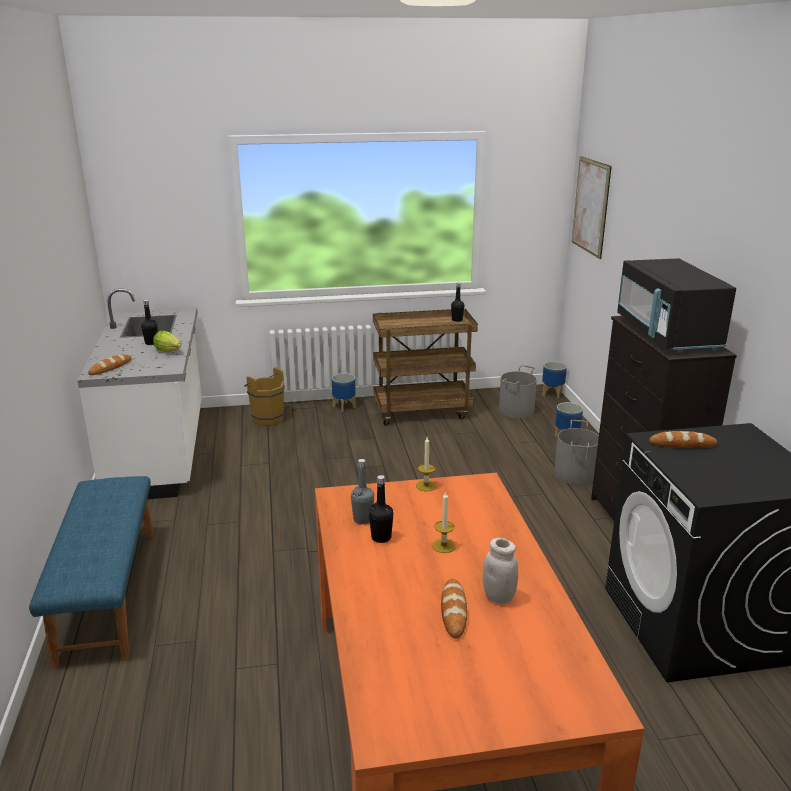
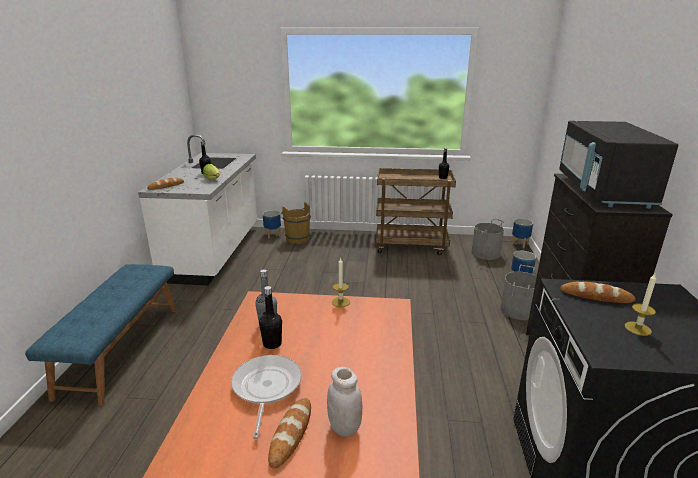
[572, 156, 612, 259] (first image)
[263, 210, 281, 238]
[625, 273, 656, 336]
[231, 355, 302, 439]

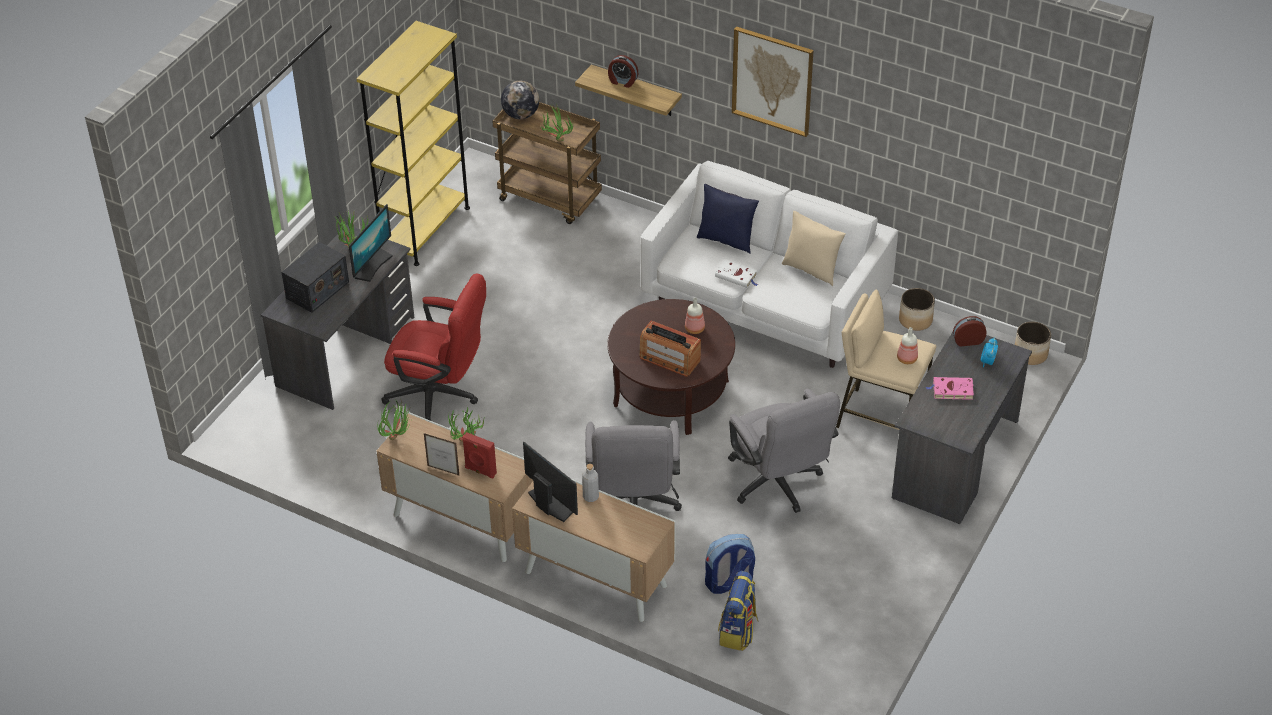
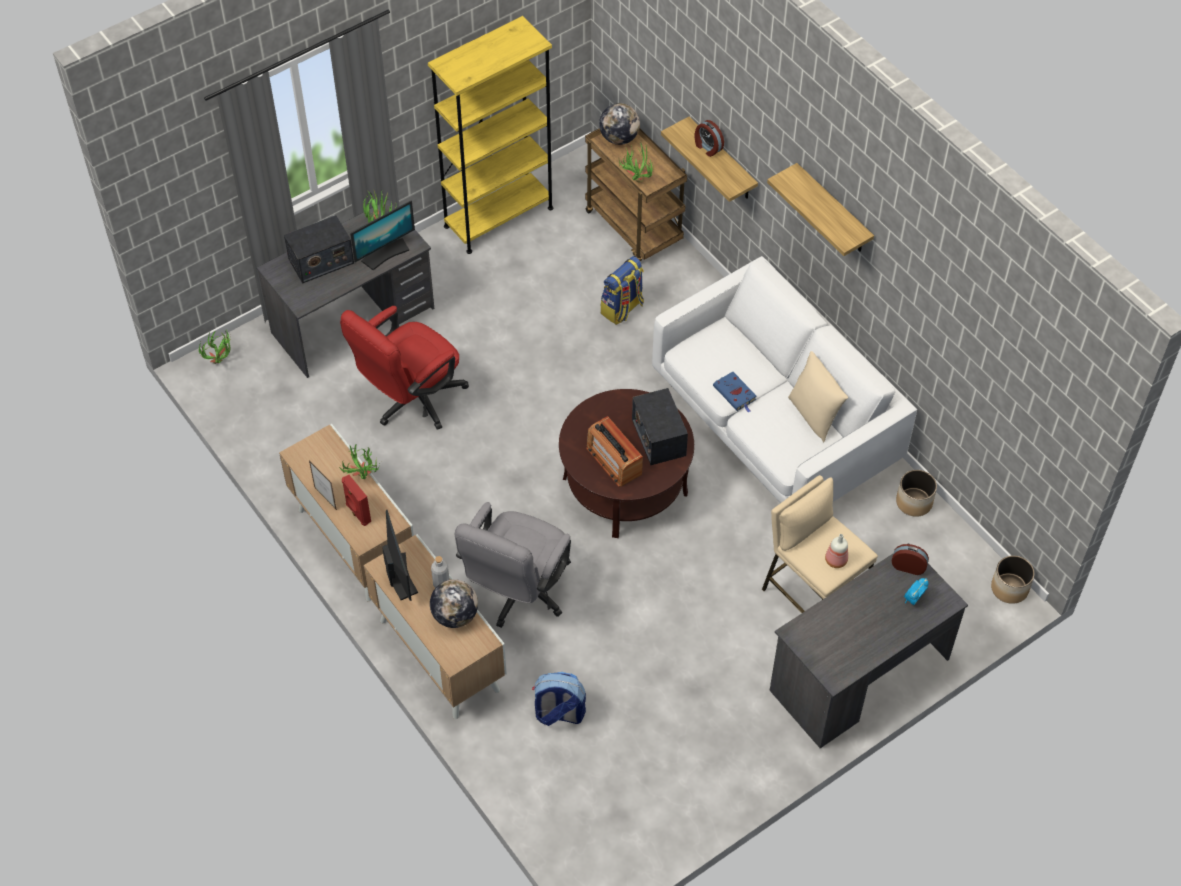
[767, 163, 874, 256]
[697, 184, 759, 254] (first image)
[713, 372, 756, 413]
[340, 306, 469, 430]
[632, 388, 688, 465]
[926, 377, 974, 400] (first image)
[728, 389, 840, 513] (first image)
[199, 329, 232, 364]
[601, 256, 644, 325]
[430, 579, 478, 628]

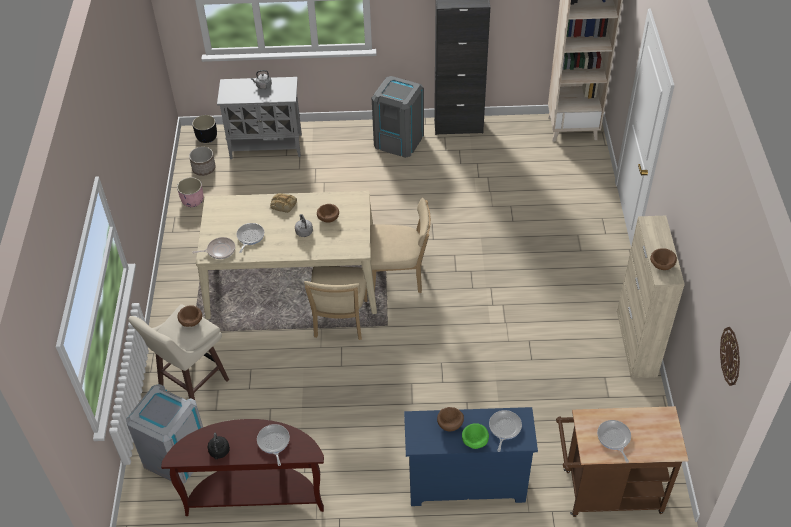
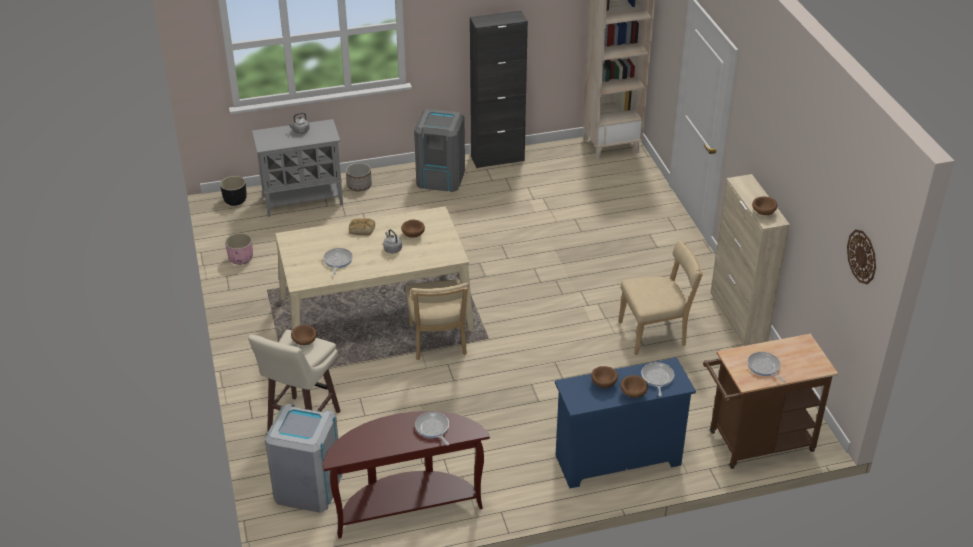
[346, 163, 372, 191]
[618, 240, 703, 355]
[192, 237, 235, 259] (first image)
[621, 375, 648, 398]
[208, 433, 230, 459] (first image)

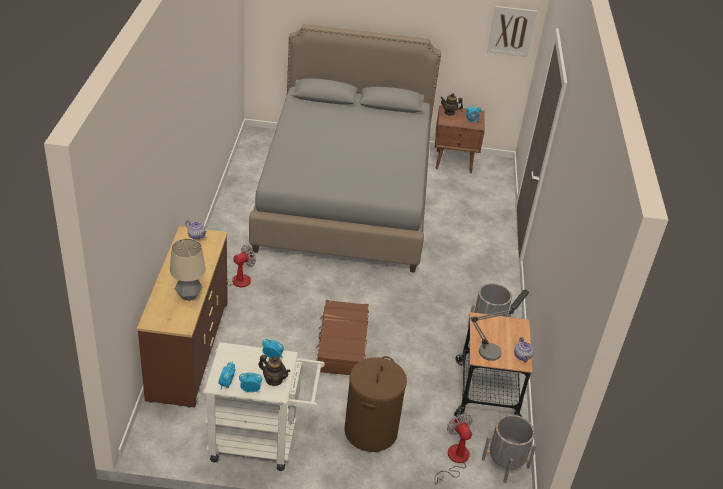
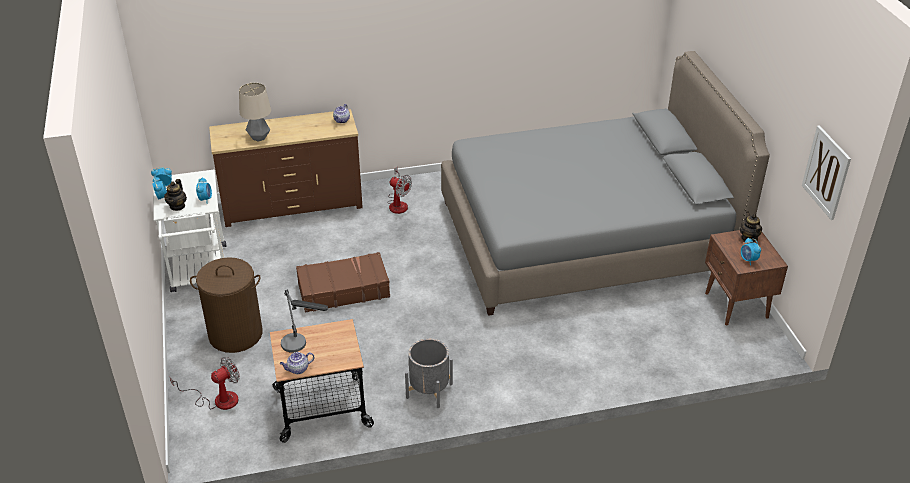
[482, 415, 537, 483] (first image)

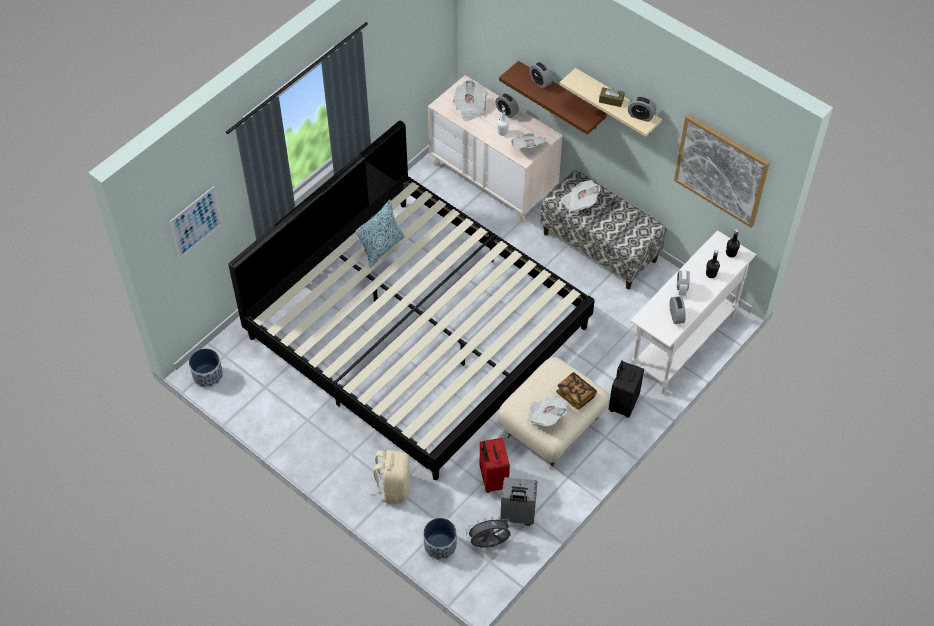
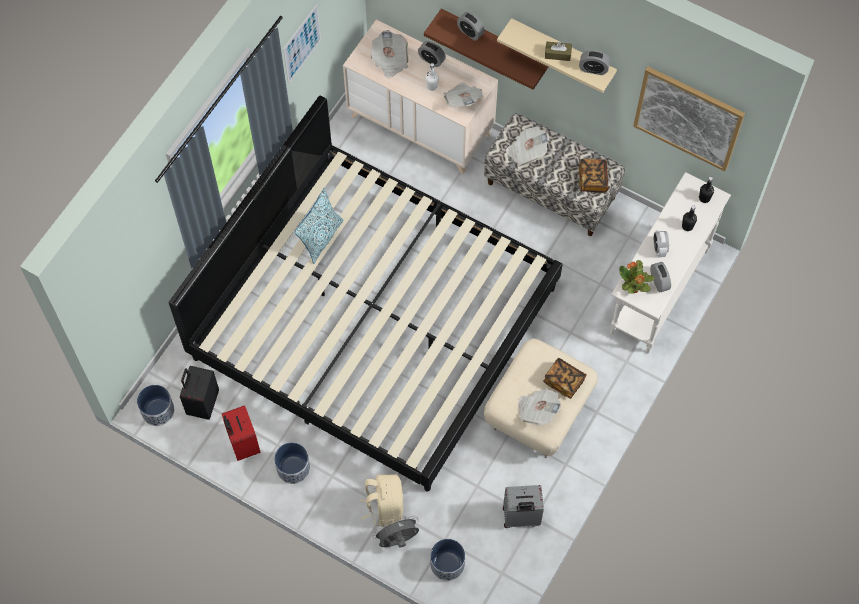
[283, 4, 321, 84]
[180, 366, 219, 420]
[222, 405, 261, 461]
[372, 516, 419, 548]
[579, 159, 609, 193]
[619, 260, 655, 294]
[274, 442, 310, 484]

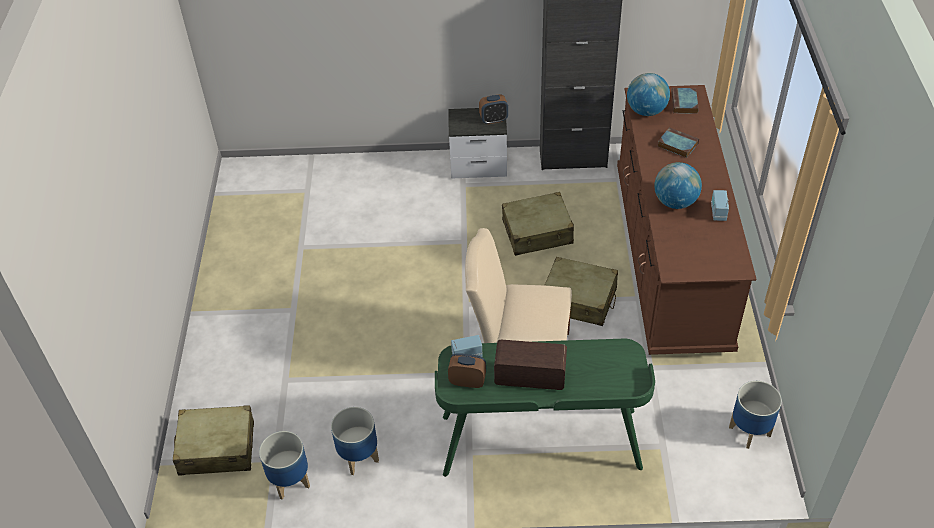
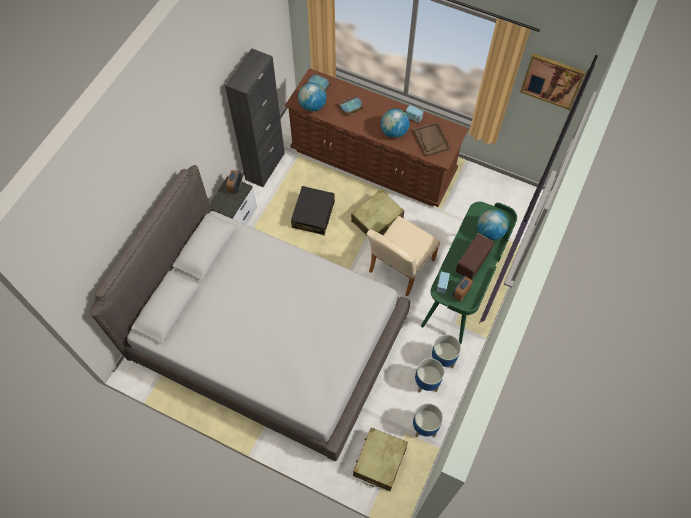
[291, 186, 335, 235]
[432, 335, 461, 369]
[520, 53, 586, 110]
[413, 122, 450, 157]
[90, 165, 410, 461]
[477, 210, 508, 240]

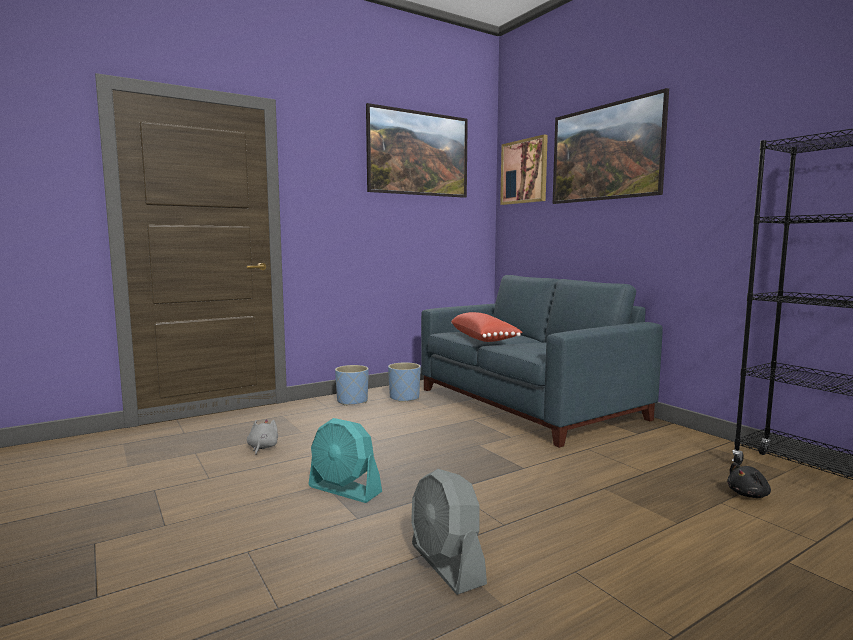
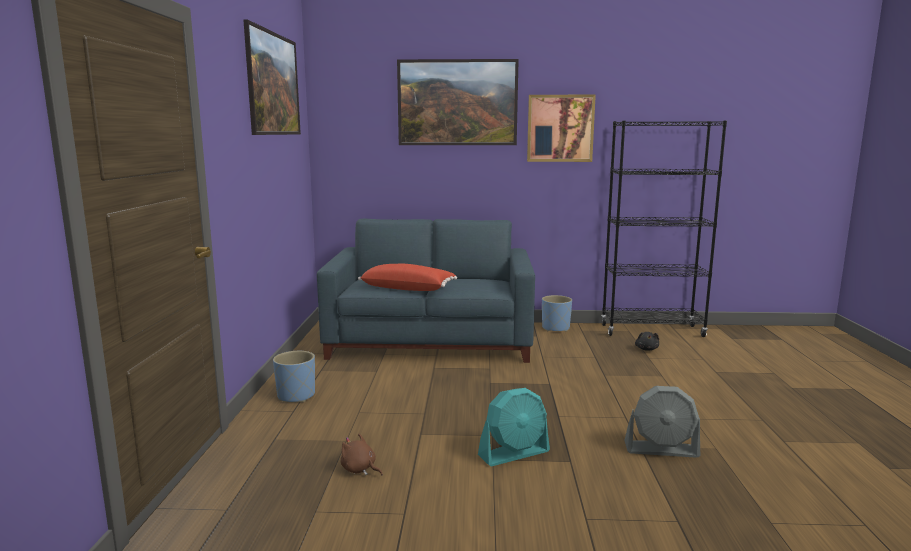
[527, 95, 596, 162]
[542, 295, 572, 332]
[341, 434, 383, 476]

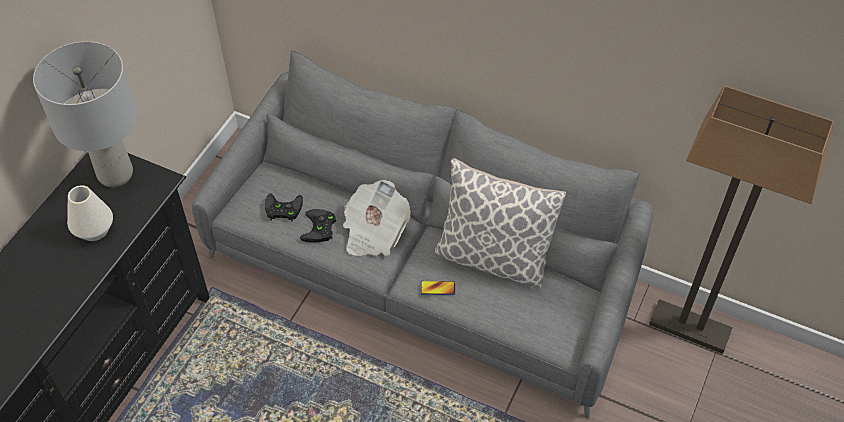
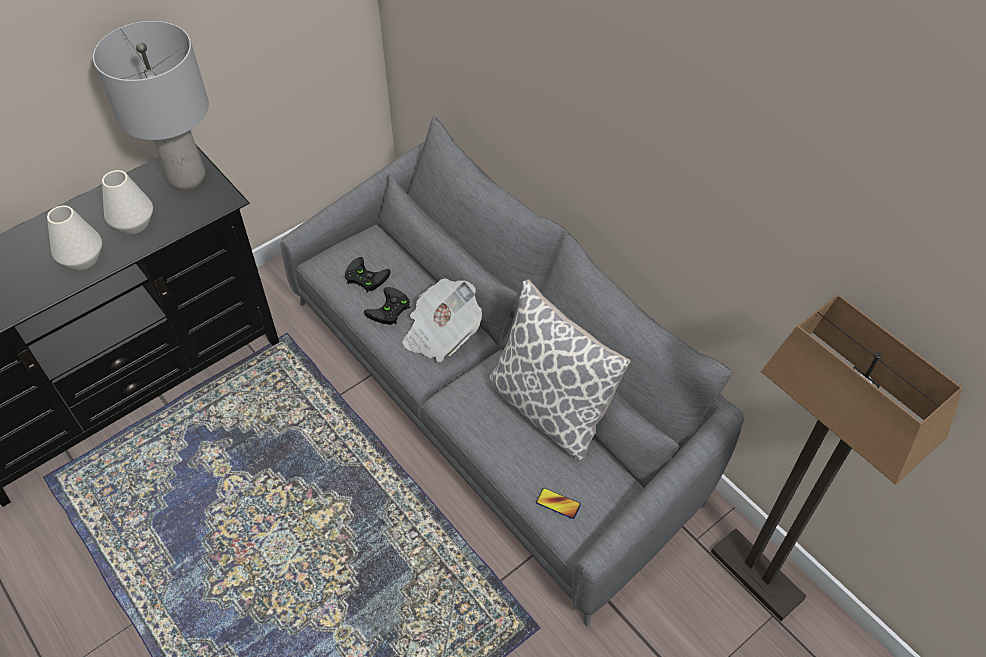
[536, 488, 581, 519]
[47, 205, 102, 270]

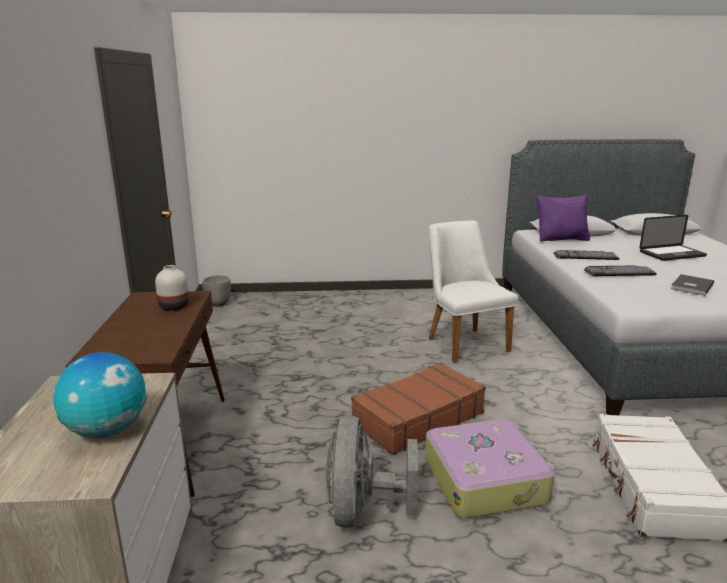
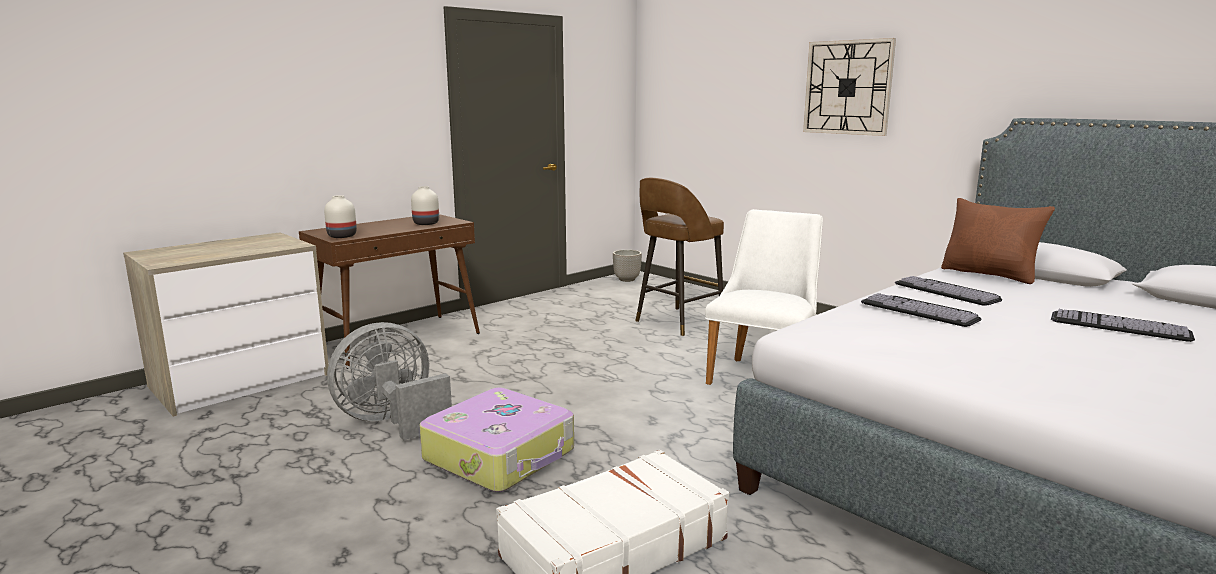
[941, 198, 1055, 284]
[1051, 309, 1195, 342]
[671, 274, 714, 296] (first image)
[53, 352, 147, 438] (first image)
[351, 362, 486, 455] (first image)
[803, 38, 896, 136]
[635, 178, 724, 336]
[324, 195, 357, 238]

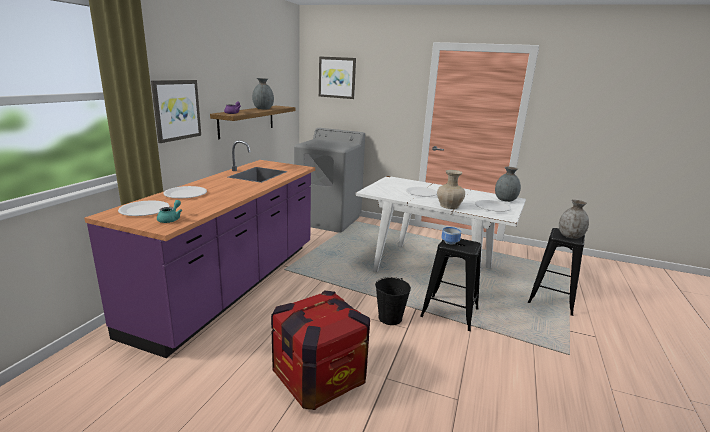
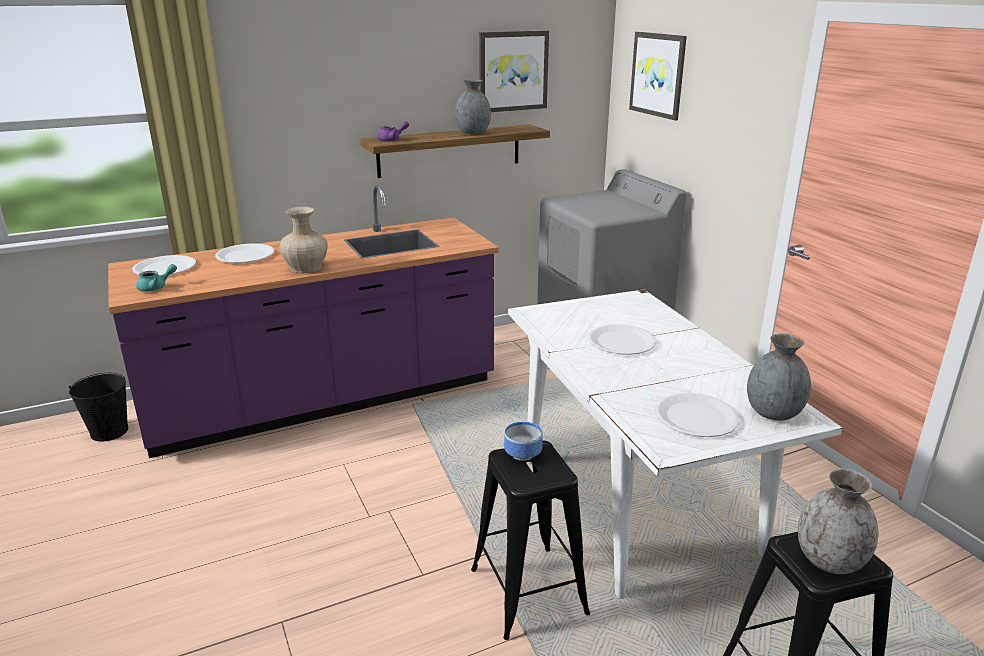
[479, 30, 549, 112]
[280, 207, 328, 273]
[69, 373, 128, 442]
[271, 290, 370, 410] (first image)

